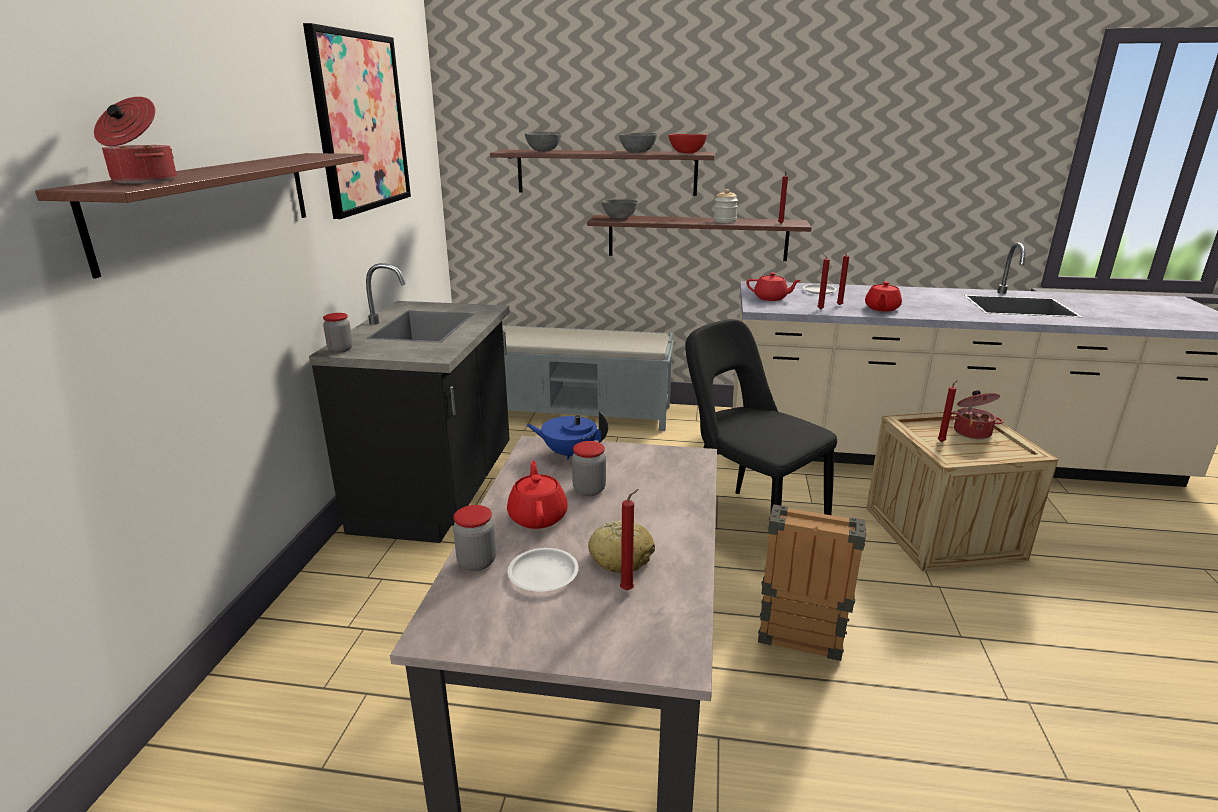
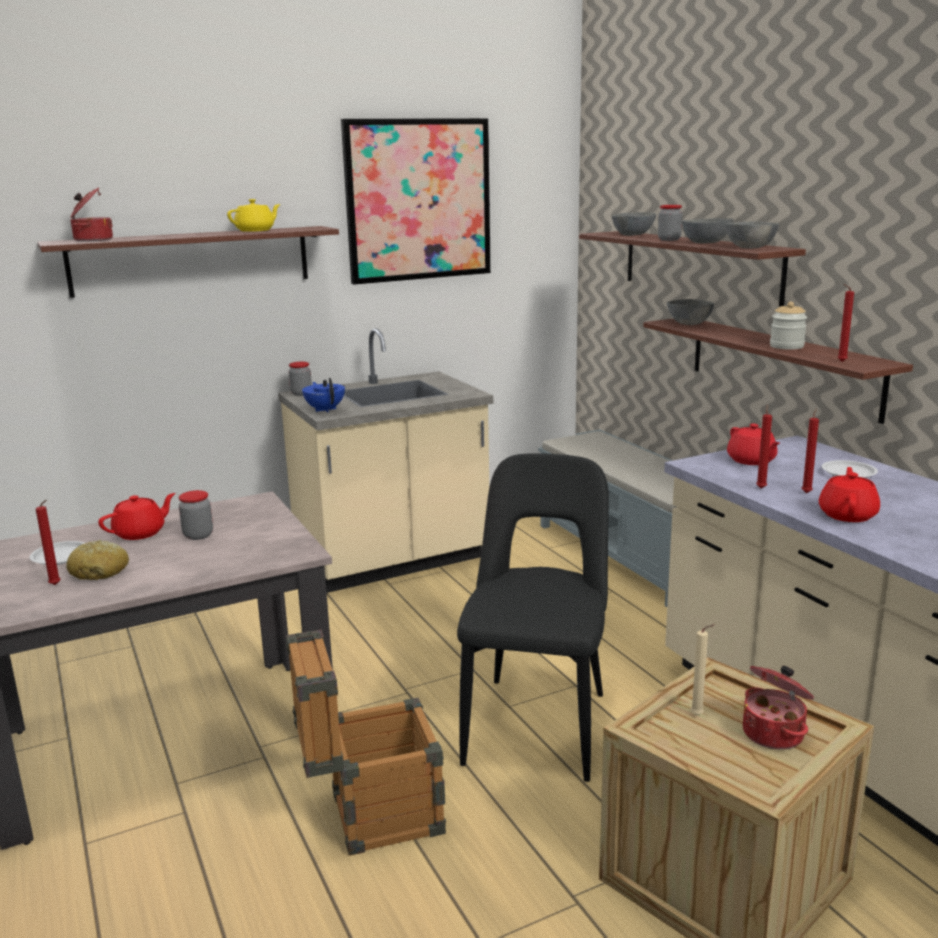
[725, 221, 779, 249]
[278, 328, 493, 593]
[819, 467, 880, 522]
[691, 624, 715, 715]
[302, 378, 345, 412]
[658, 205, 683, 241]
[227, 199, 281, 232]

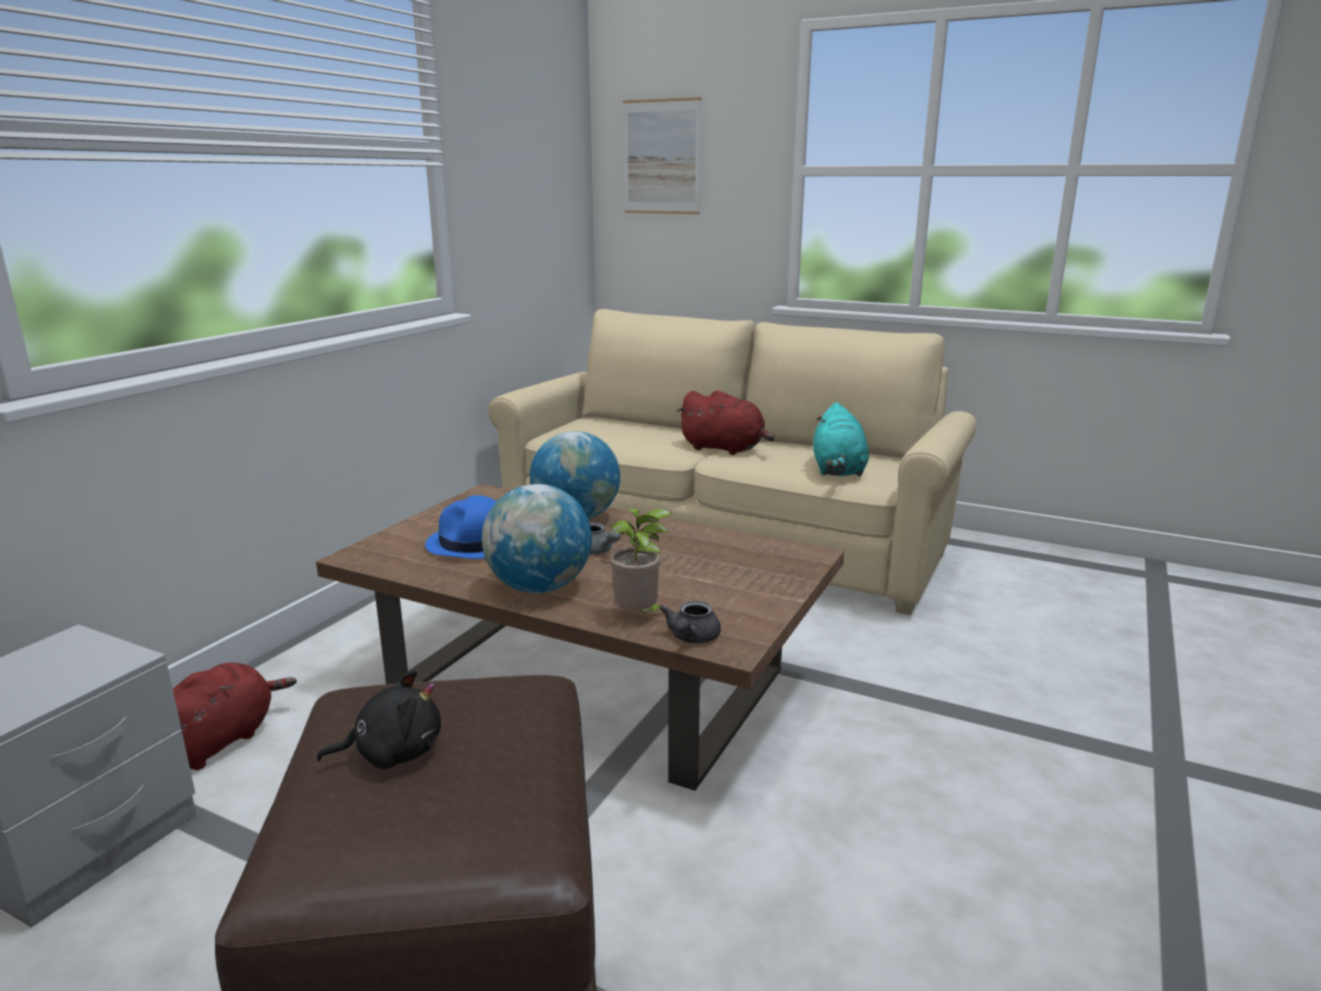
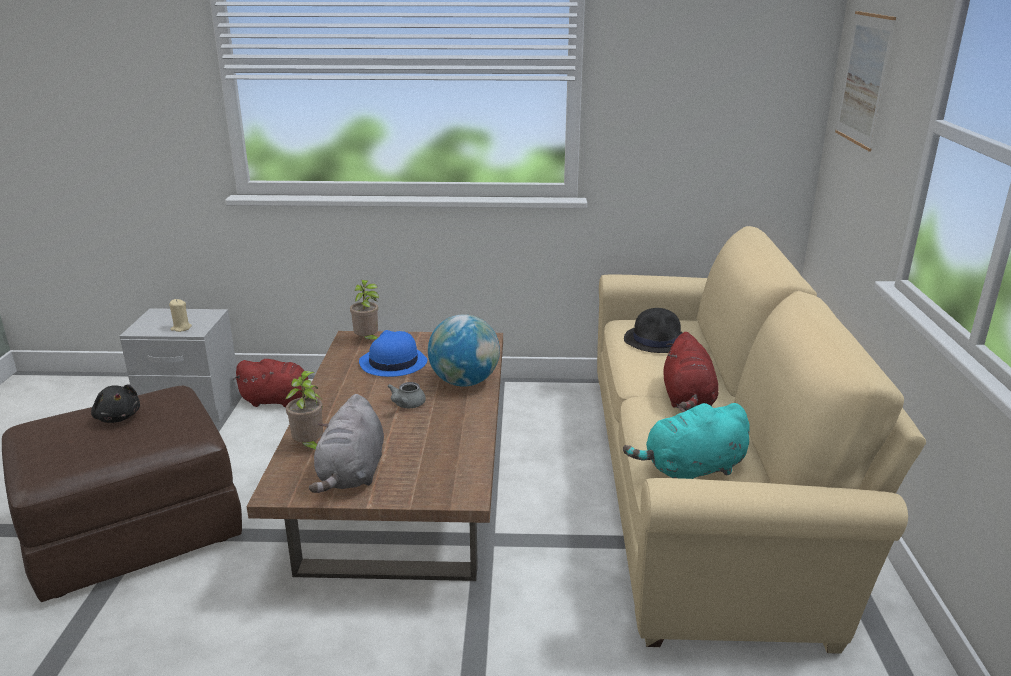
[482, 484, 592, 593] (first image)
[660, 601, 721, 643] (first image)
[350, 280, 379, 340]
[169, 299, 192, 332]
[624, 308, 683, 353]
[309, 394, 384, 493]

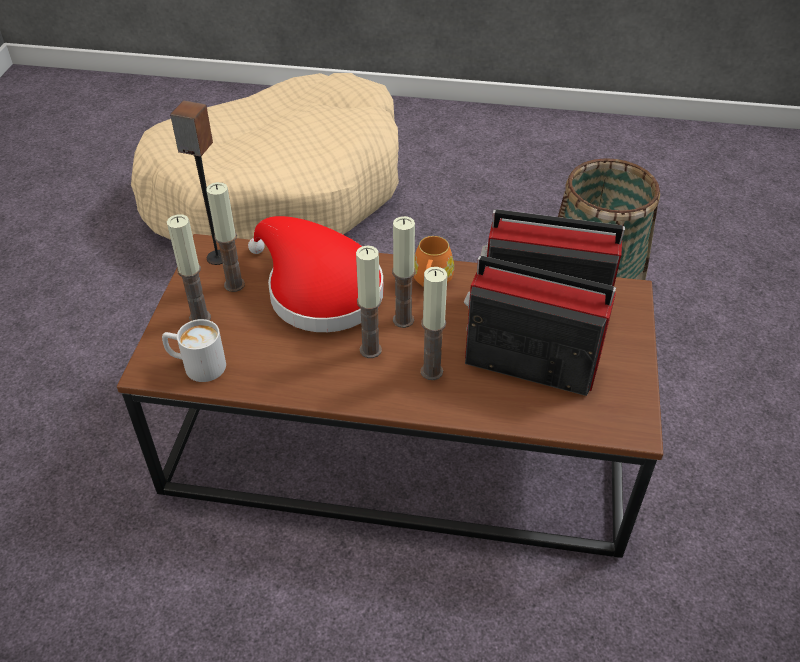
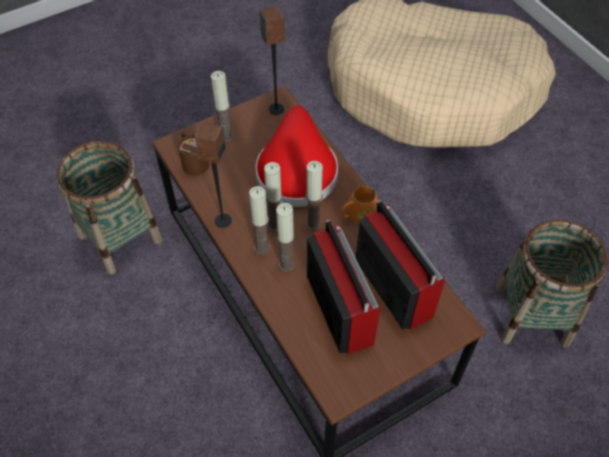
[249, 186, 270, 255]
[178, 132, 209, 176]
[195, 122, 232, 228]
[57, 141, 162, 275]

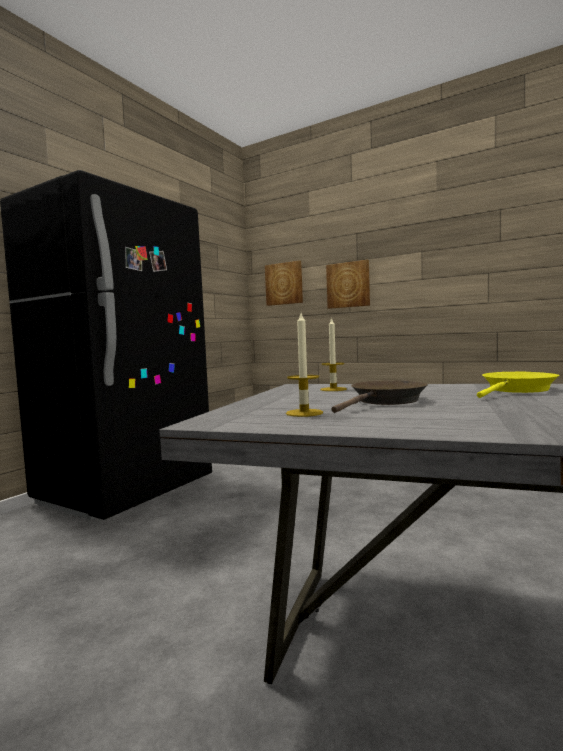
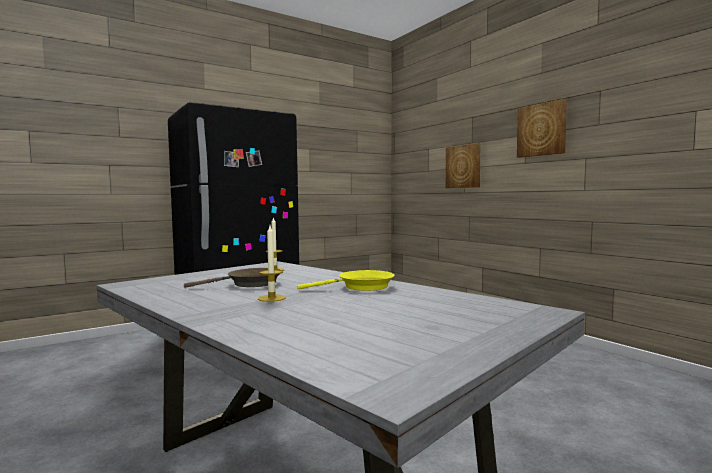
[517, 99, 567, 158]
[258, 226, 286, 302]

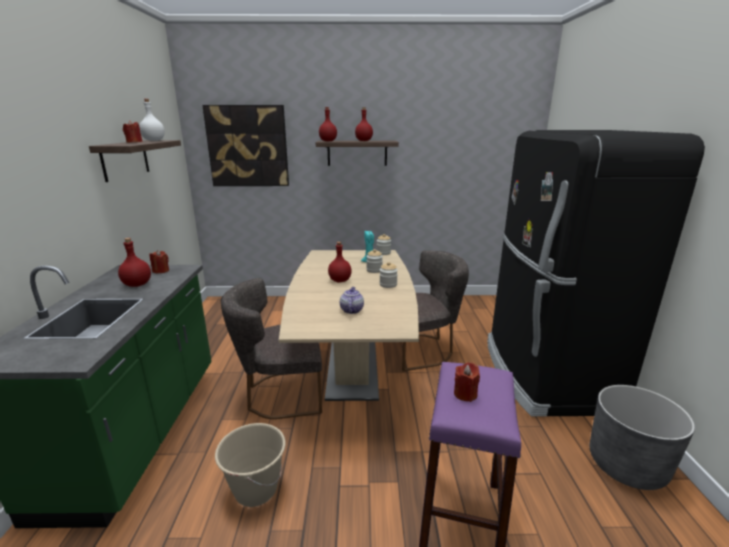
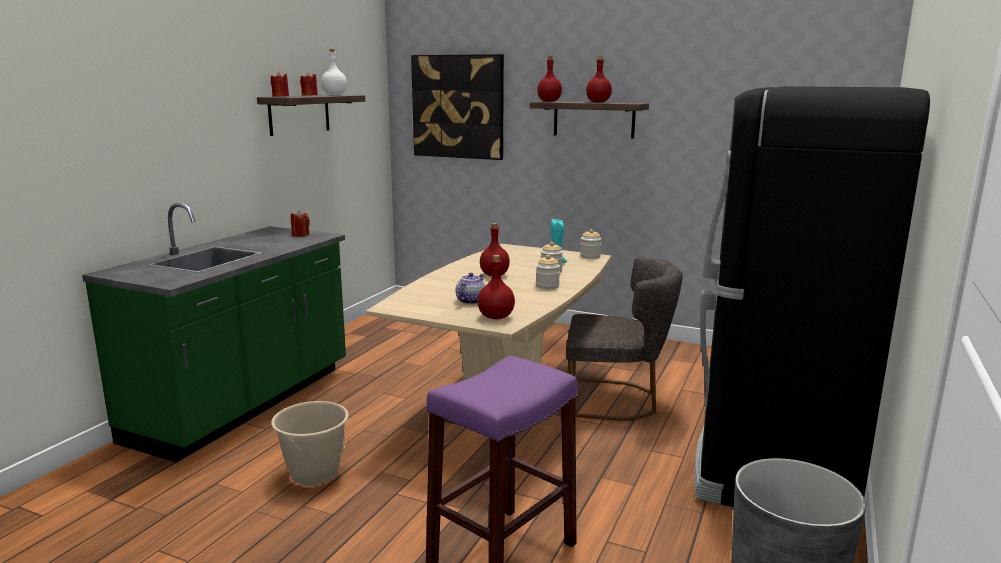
[478, 255, 515, 319]
[221, 278, 322, 419] (first image)
[271, 72, 289, 96]

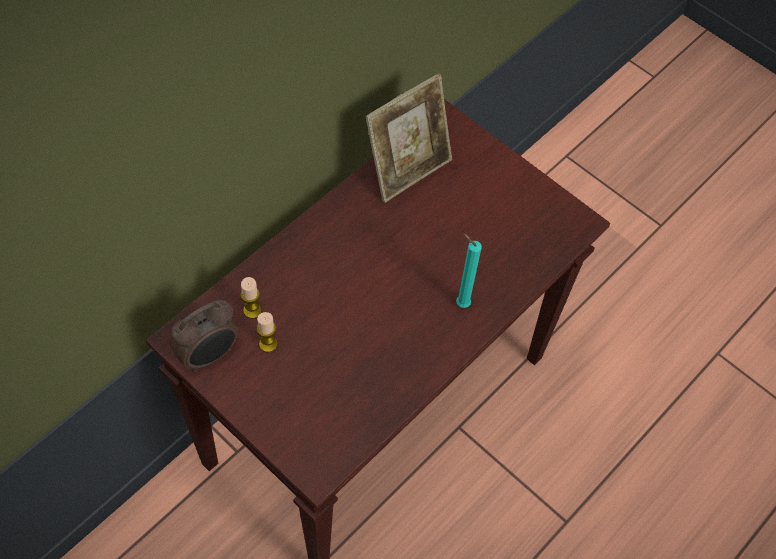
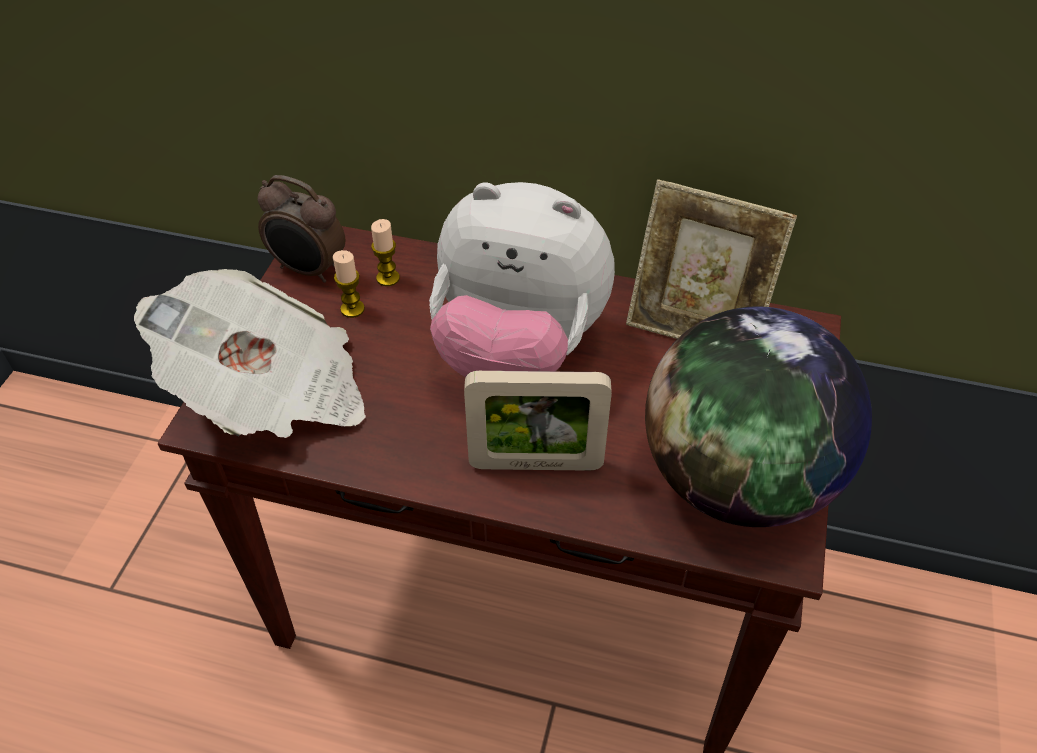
[464, 371, 612, 471]
[429, 182, 615, 377]
[134, 269, 366, 438]
[645, 306, 872, 527]

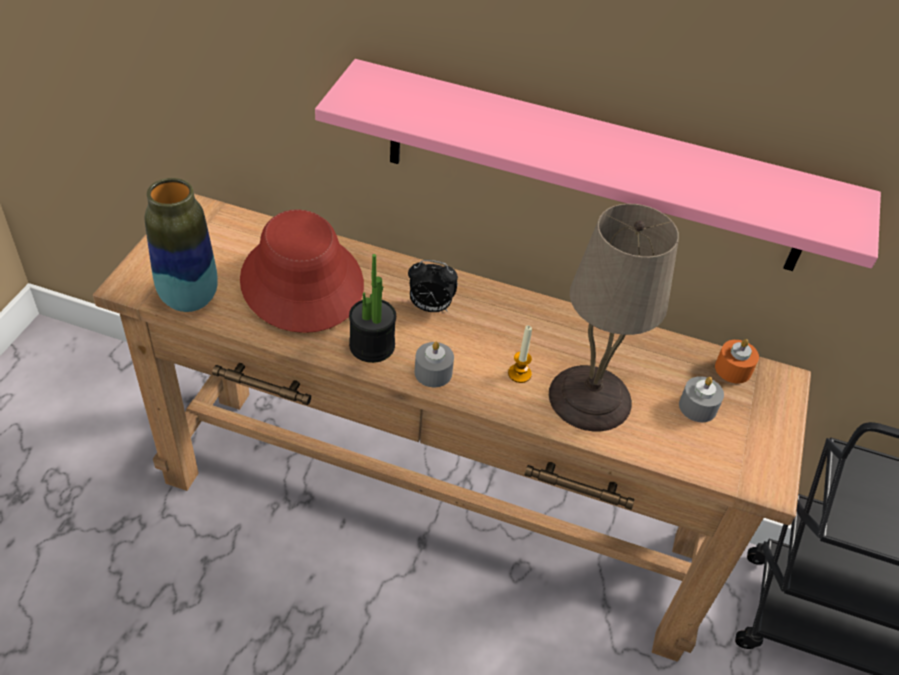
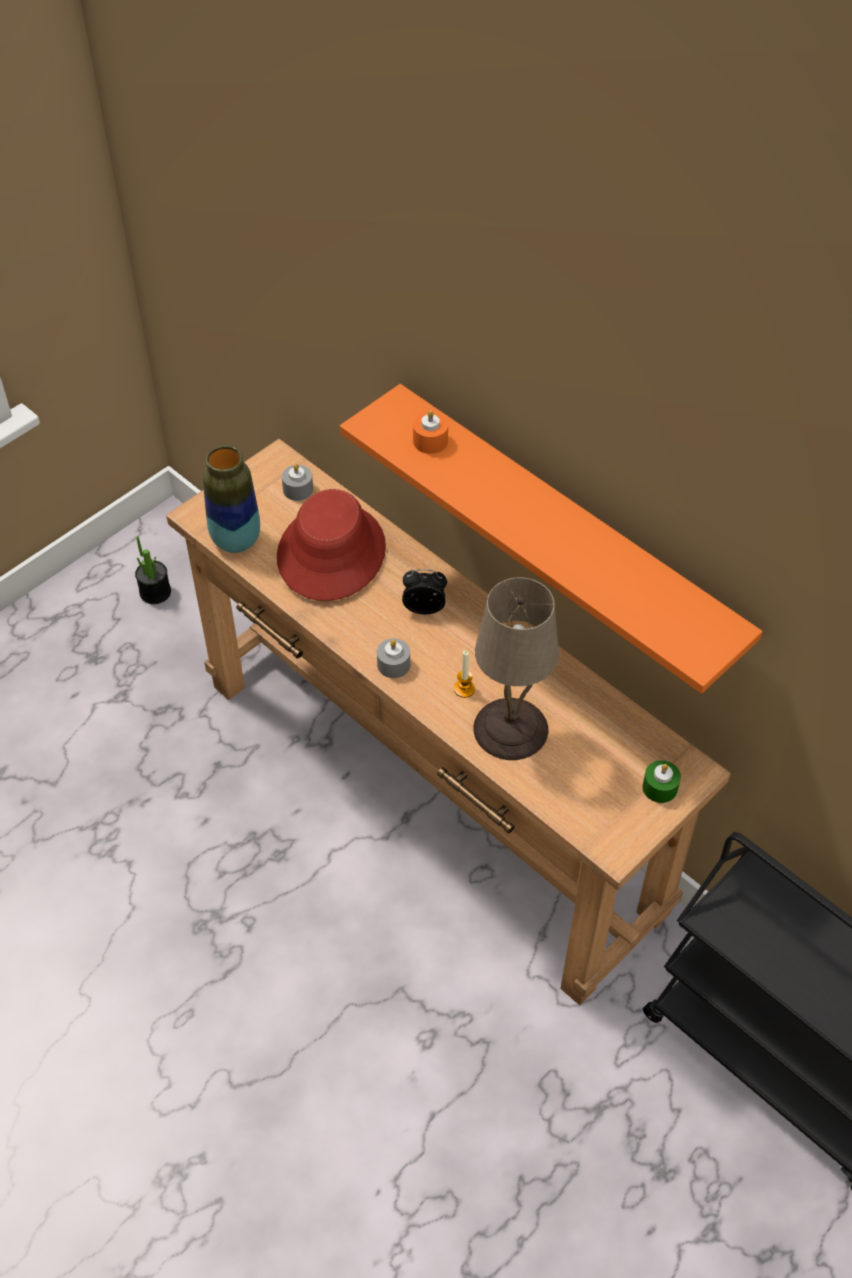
[340, 384, 762, 694]
[135, 536, 171, 604]
[402, 569, 447, 614]
[413, 410, 448, 454]
[282, 464, 313, 501]
[643, 760, 681, 803]

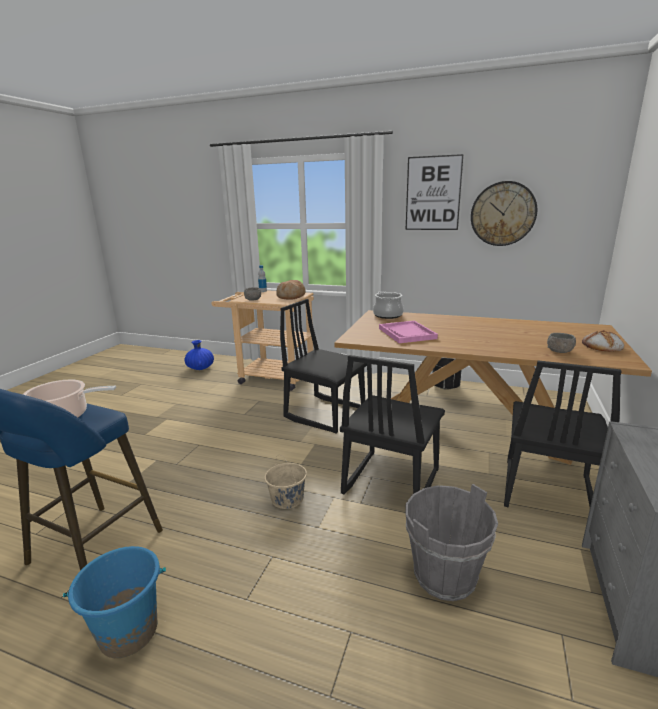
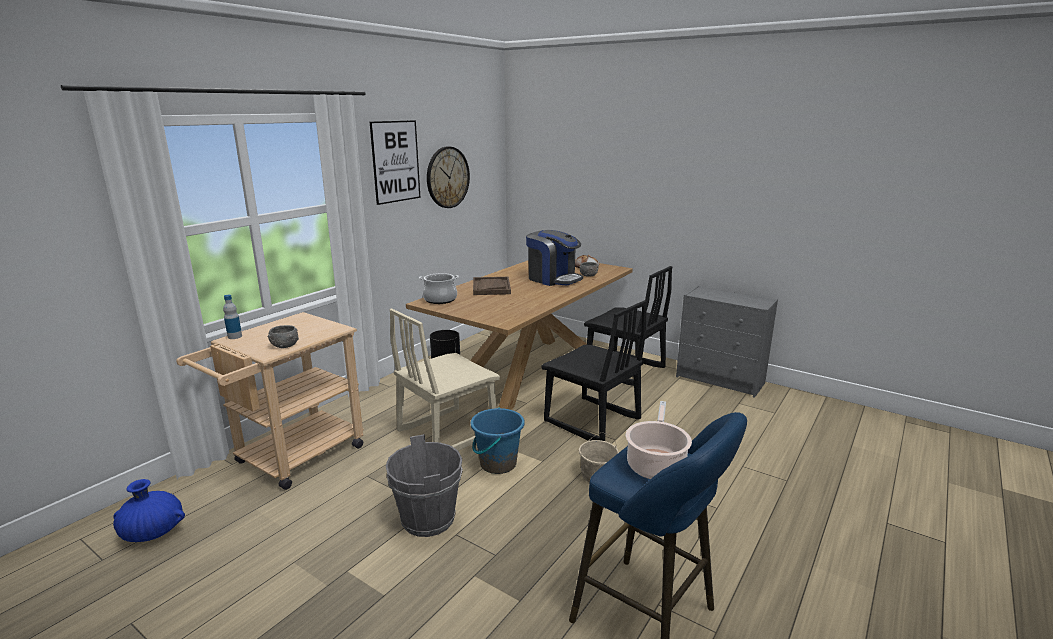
[276, 280, 306, 300] (first image)
[390, 308, 500, 451]
[379, 321, 438, 343] (first image)
[386, 434, 463, 537]
[471, 408, 525, 474]
[526, 230, 583, 286]
[473, 277, 511, 295]

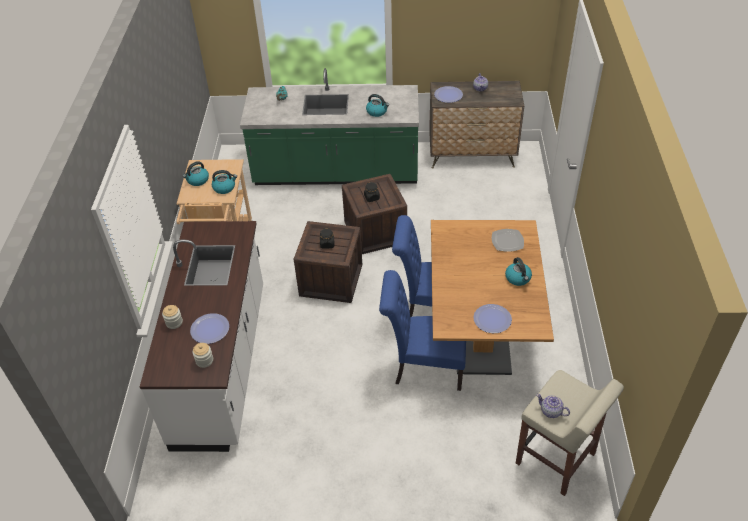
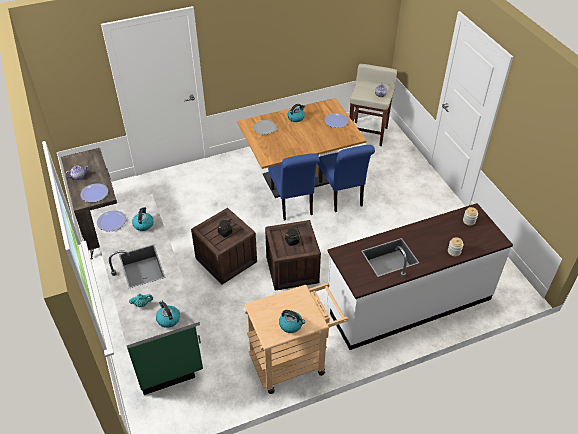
[156, 301, 180, 328]
[97, 210, 126, 232]

